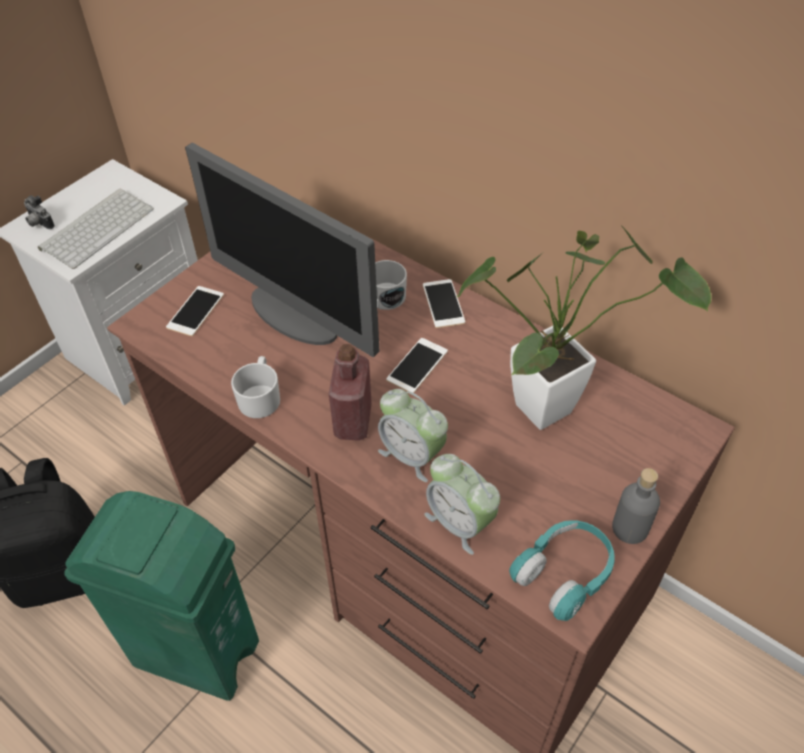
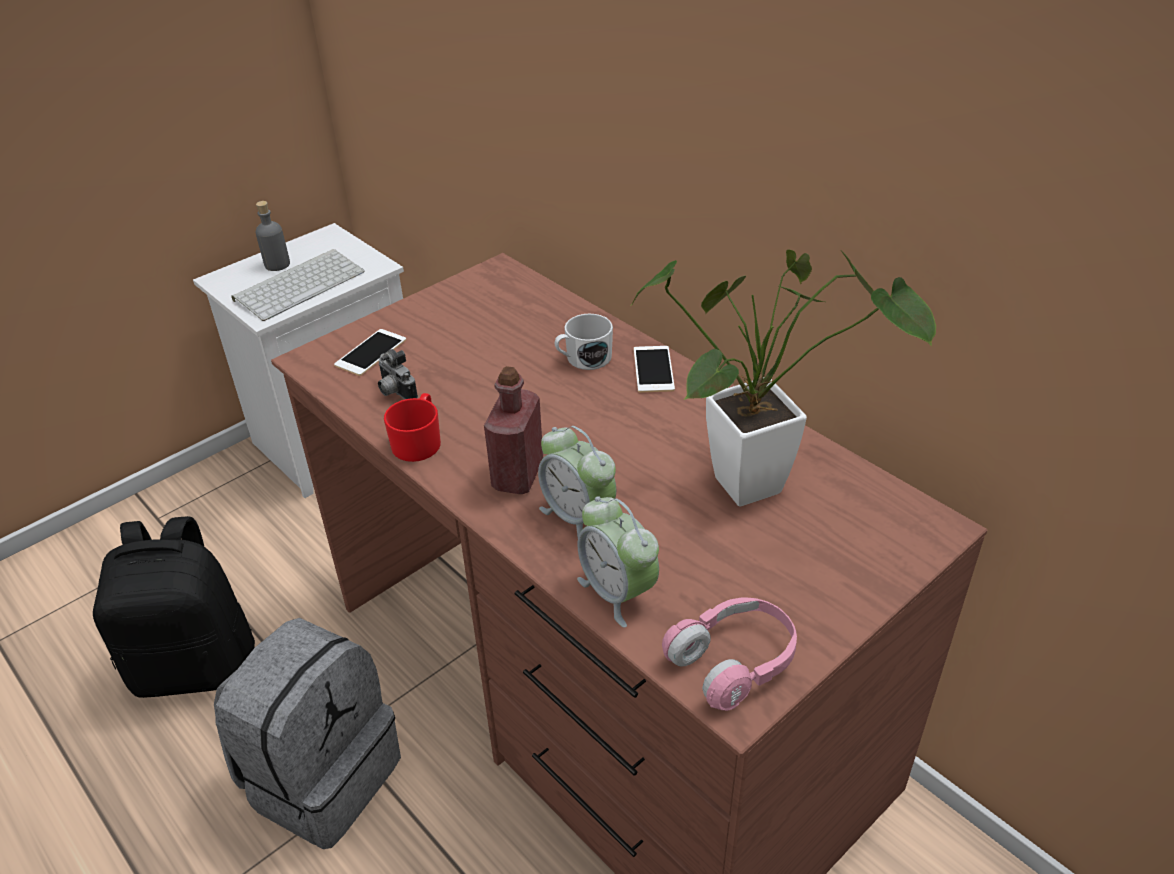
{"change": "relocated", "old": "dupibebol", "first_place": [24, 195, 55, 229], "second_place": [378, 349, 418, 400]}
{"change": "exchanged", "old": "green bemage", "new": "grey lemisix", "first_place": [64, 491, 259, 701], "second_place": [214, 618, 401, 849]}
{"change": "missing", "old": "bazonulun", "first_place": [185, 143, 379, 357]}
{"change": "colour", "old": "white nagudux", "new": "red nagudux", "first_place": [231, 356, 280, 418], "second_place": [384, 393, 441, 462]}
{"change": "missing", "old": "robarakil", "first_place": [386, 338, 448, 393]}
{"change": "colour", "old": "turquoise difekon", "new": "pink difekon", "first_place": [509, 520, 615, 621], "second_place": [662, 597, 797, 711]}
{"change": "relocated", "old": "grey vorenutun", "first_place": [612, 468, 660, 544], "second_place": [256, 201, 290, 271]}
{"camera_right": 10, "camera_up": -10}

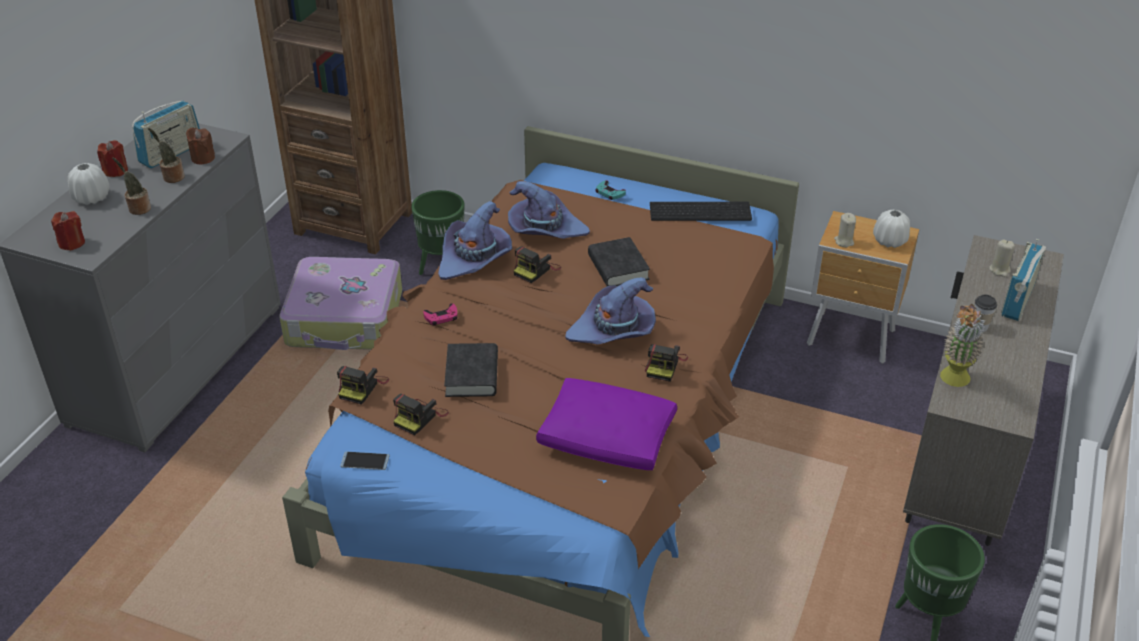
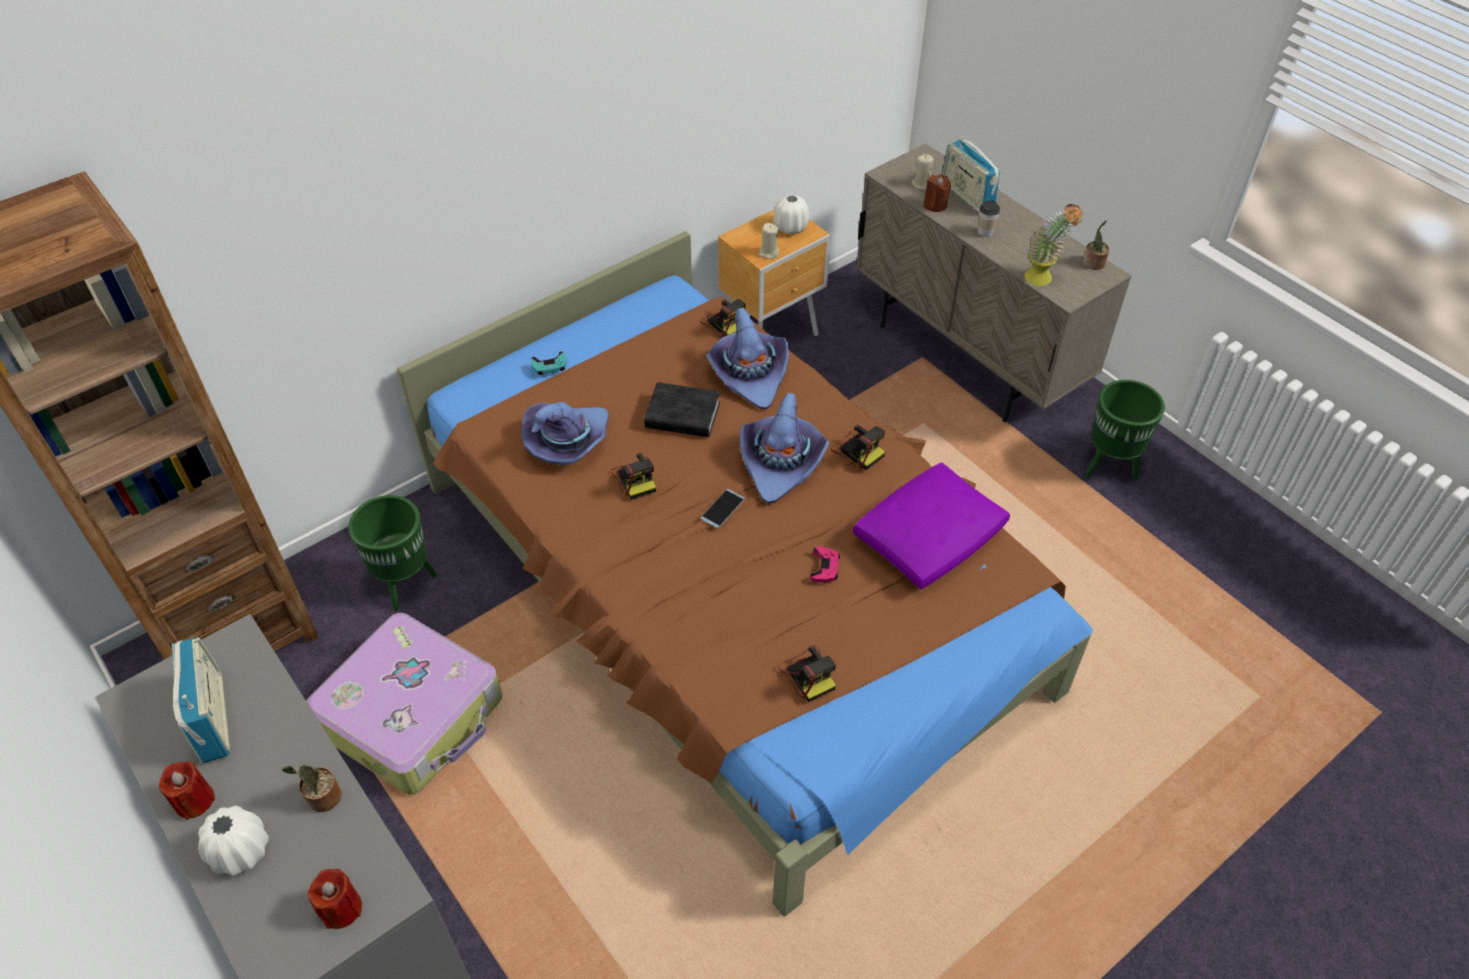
{"change": "relocated", "old": "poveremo", "first_place": [148, 128, 185, 183], "second_place": [1083, 220, 1110, 270]}
{"change": "relocated", "old": "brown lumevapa", "first_place": [186, 128, 215, 165], "second_place": [923, 174, 951, 212]}
{"change": "relocated", "old": "dupibebol", "first_place": [337, 366, 389, 405], "second_place": [700, 299, 745, 337]}
{"change": "relocated", "old": "robarakil", "first_place": [340, 452, 390, 470], "second_place": [701, 489, 745, 528]}
{"change": "relocated", "old": "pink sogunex", "first_place": [423, 303, 458, 325], "second_place": [810, 547, 840, 583]}
{"change": "relocated", "old": "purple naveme", "first_place": [438, 201, 512, 280], "second_place": [706, 307, 789, 410]}
{"change": "missing", "old": "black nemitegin", "first_place": [444, 343, 498, 397]}
{"change": "missing", "old": "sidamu", "first_place": [650, 202, 752, 221]}
{"camera_right": -60, "camera_up": 10}

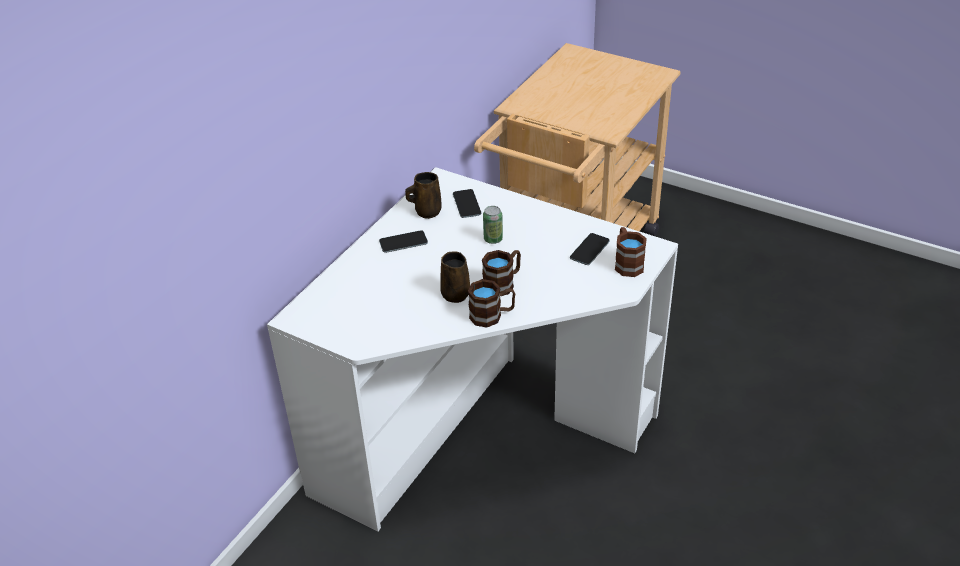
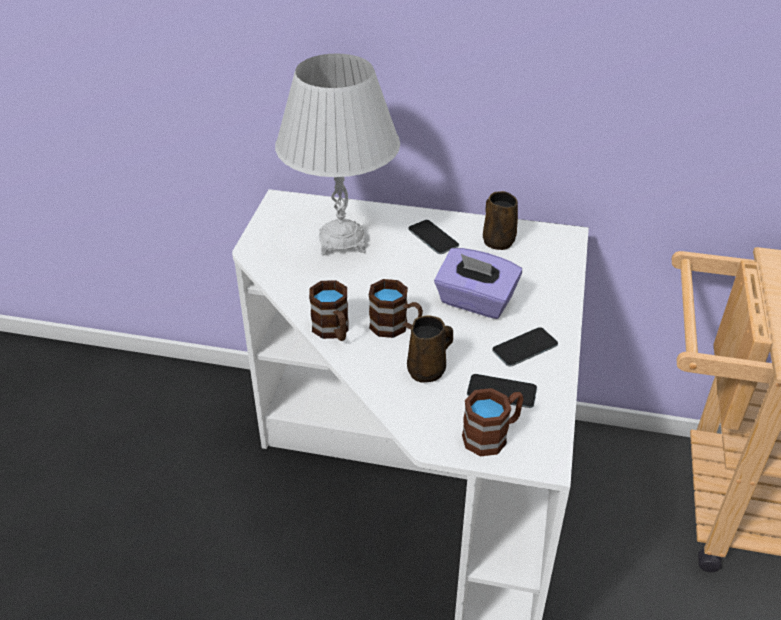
{"change": "relocated", "old": "brown nagudux", "first_place": [440, 252, 470, 303], "second_place": [407, 315, 453, 383]}
{"change": "relocated", "old": "robarakil", "first_place": [453, 189, 481, 218], "second_place": [492, 327, 558, 367]}
{"change": "exchanged", "old": "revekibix", "new": "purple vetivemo", "first_place": [483, 206, 503, 244], "second_place": [434, 248, 522, 319]}
{"change": "appeared", "new": "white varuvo", "second_place": [275, 54, 400, 255]}
{"camera_right": 70, "camera_up": 0}

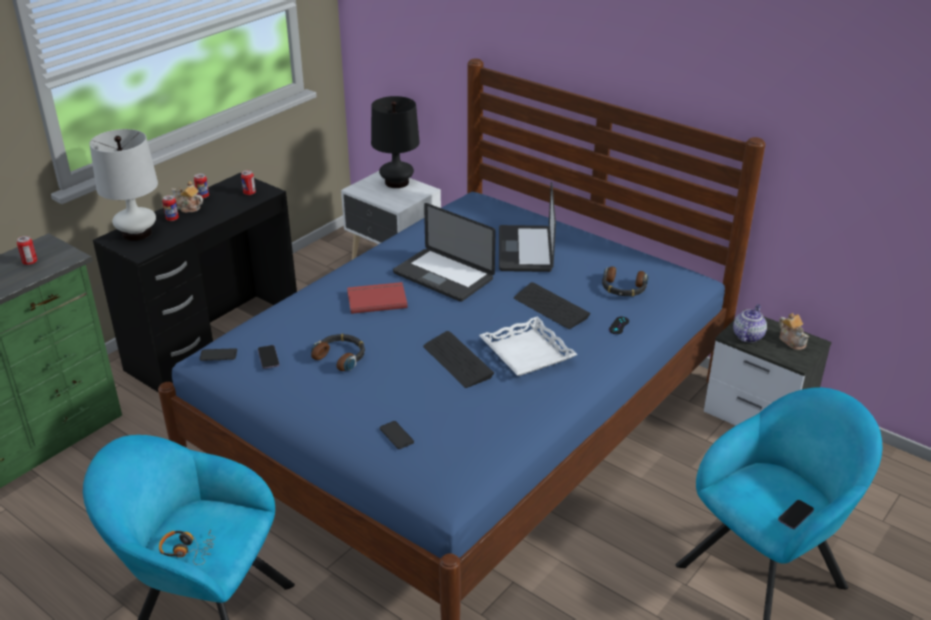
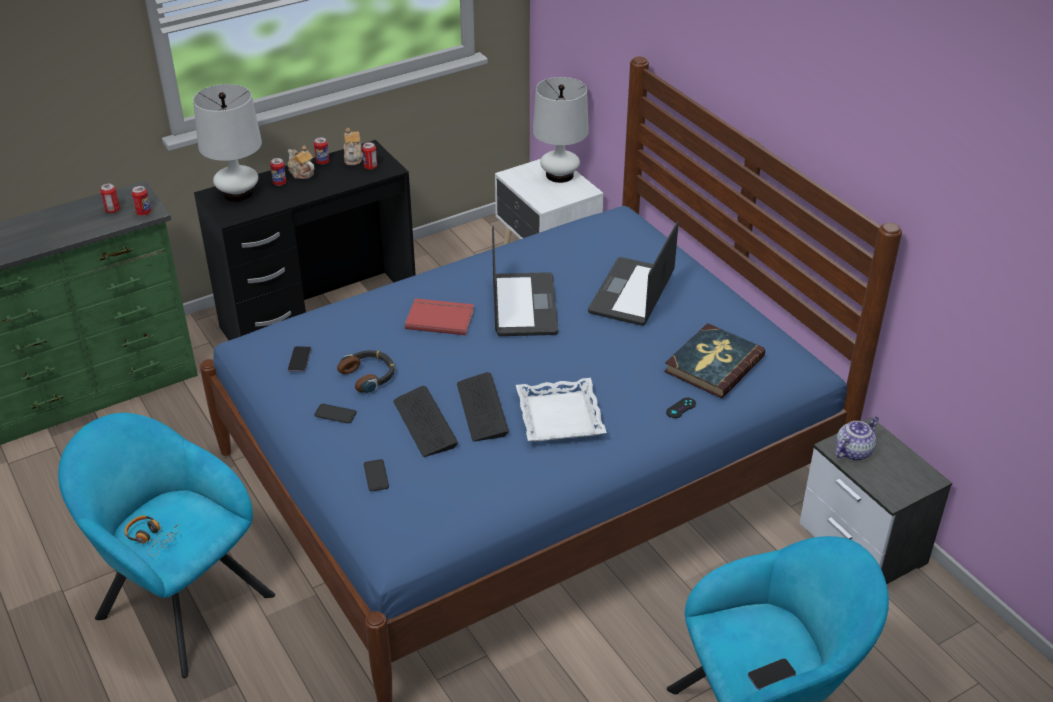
{"change": "relocated", "old": "robarakil", "first_place": [200, 348, 237, 361], "second_place": [314, 404, 357, 424]}
{"change": "colour", "old": "black varuvo", "new": "white varuvo", "first_place": [371, 96, 420, 188], "second_place": [533, 77, 589, 183]}
{"change": "spun", "old": "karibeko", "first_place": [393, 203, 496, 302], "second_place": [492, 226, 558, 336], "degrees": -150}
{"change": "relocated", "old": "sidamu", "first_place": [514, 282, 590, 329], "second_place": [393, 386, 458, 457]}
{"change": "exchanged", "old": "difekon", "new": "nemitegin", "first_place": [602, 266, 648, 297], "second_place": [664, 323, 765, 398]}
{"change": "relocated", "old": "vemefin", "first_place": [779, 313, 809, 350], "second_place": [344, 128, 363, 165]}
{"change": "appeared", "new": "revekibix", "second_place": [132, 186, 151, 216]}
{"camera_right": 20, "camera_up": 5}

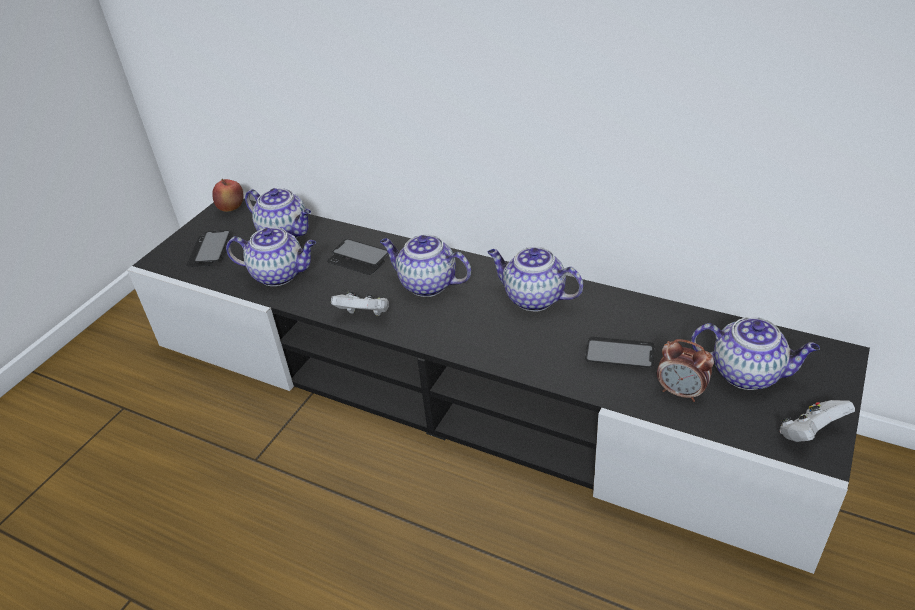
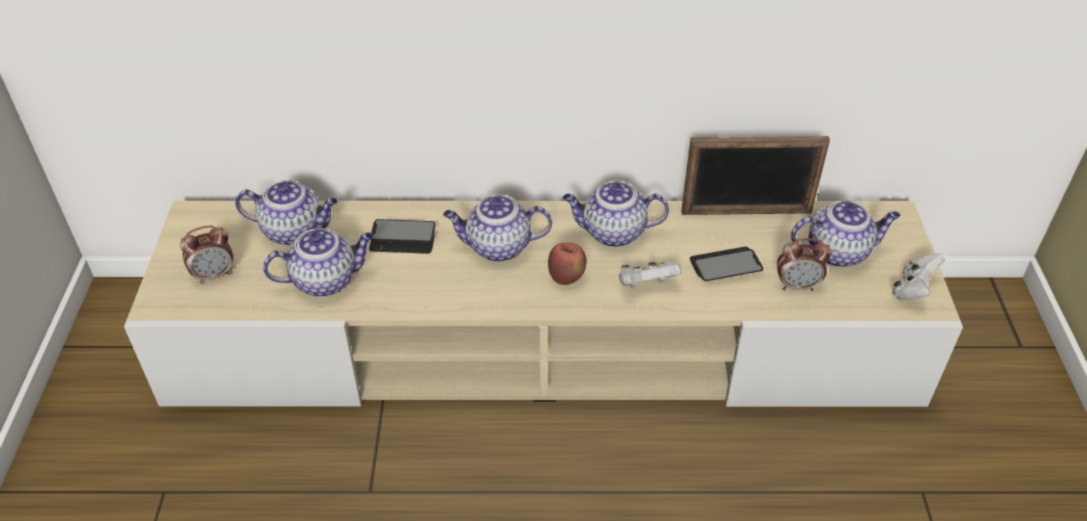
{"change": "colour", "old": "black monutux", "new": "beige monutux", "first_place": [127, 198, 870, 574], "second_place": [124, 201, 963, 407]}
{"change": "exchanged", "old": "robarakil", "new": "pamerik", "first_place": [186, 230, 230, 267], "second_place": [180, 225, 234, 284]}
{"change": "relocated", "old": "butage", "first_place": [212, 179, 244, 212], "second_place": [548, 243, 587, 285]}
{"change": "relocated", "old": "white sogunex", "first_place": [331, 291, 389, 316], "second_place": [619, 262, 682, 288]}
{"change": "appeared", "new": "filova", "second_place": [681, 136, 830, 215]}
{"camera_right": -30, "camera_up": 5}

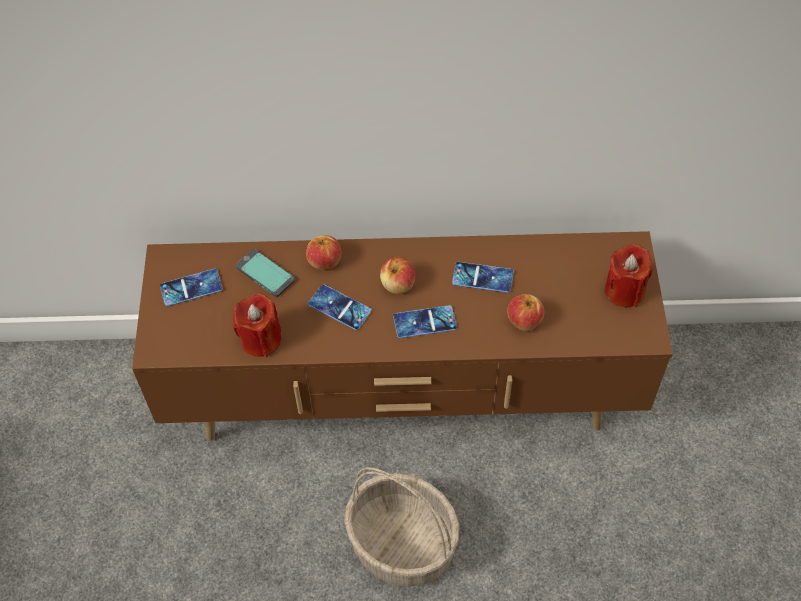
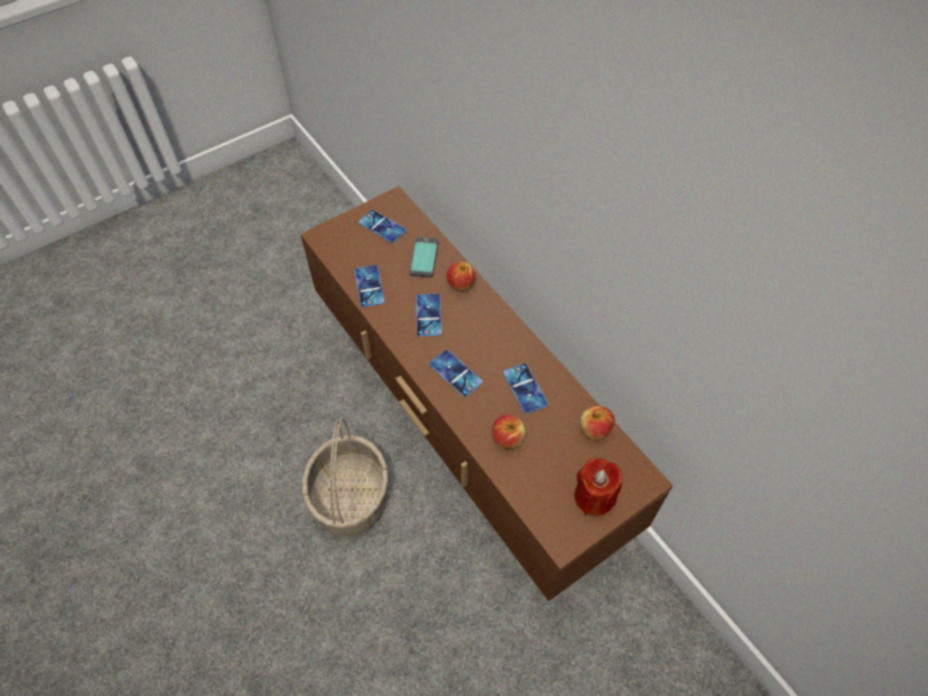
{"change": "exchanged", "old": "red lumevapa", "new": "robarakil", "first_place": [233, 293, 281, 357], "second_place": [355, 265, 385, 307]}
{"change": "relocated", "old": "butage", "first_place": [380, 257, 415, 294], "second_place": [580, 405, 615, 440]}
{"camera_right": 55, "camera_up": 0}

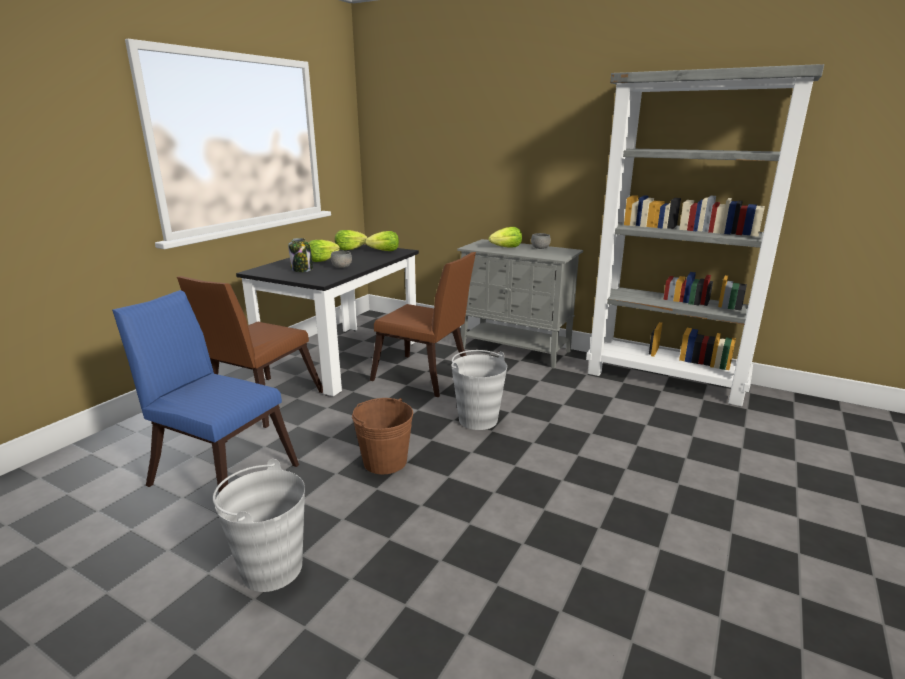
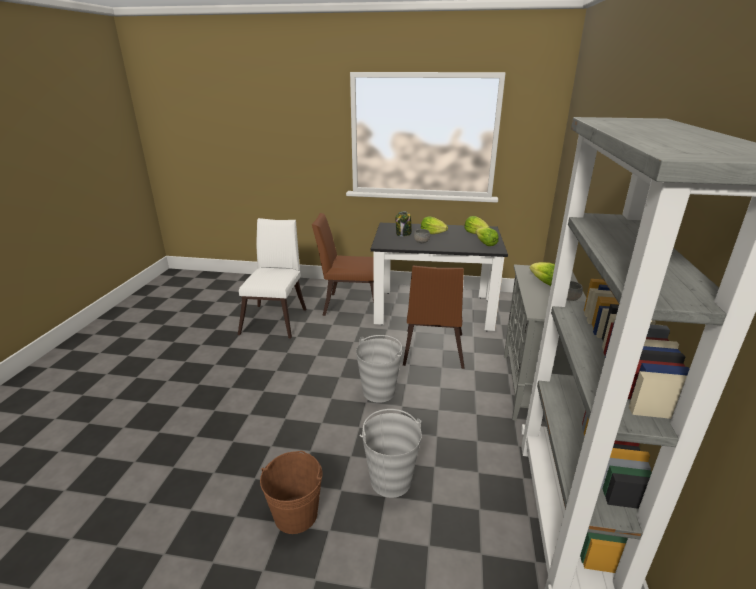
{"change": "colour", "old": "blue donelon", "new": "white donelon", "first_place": [112, 290, 299, 493], "second_place": [238, 218, 306, 338]}
{"change": "relocated", "old": "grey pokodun", "first_place": [213, 459, 305, 592], "second_place": [359, 409, 422, 498]}
{"change": "relocated", "old": "brown pokodun", "first_place": [352, 398, 413, 474], "second_place": [260, 451, 322, 534]}
{"camera_right": 70, "camera_up": 5}

